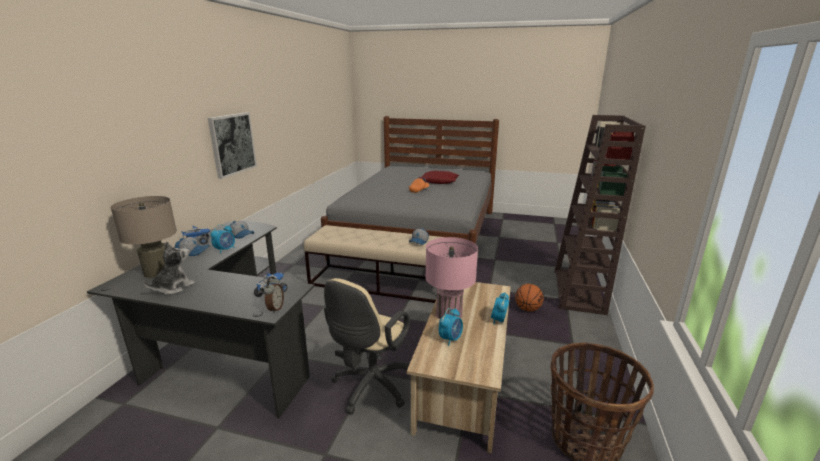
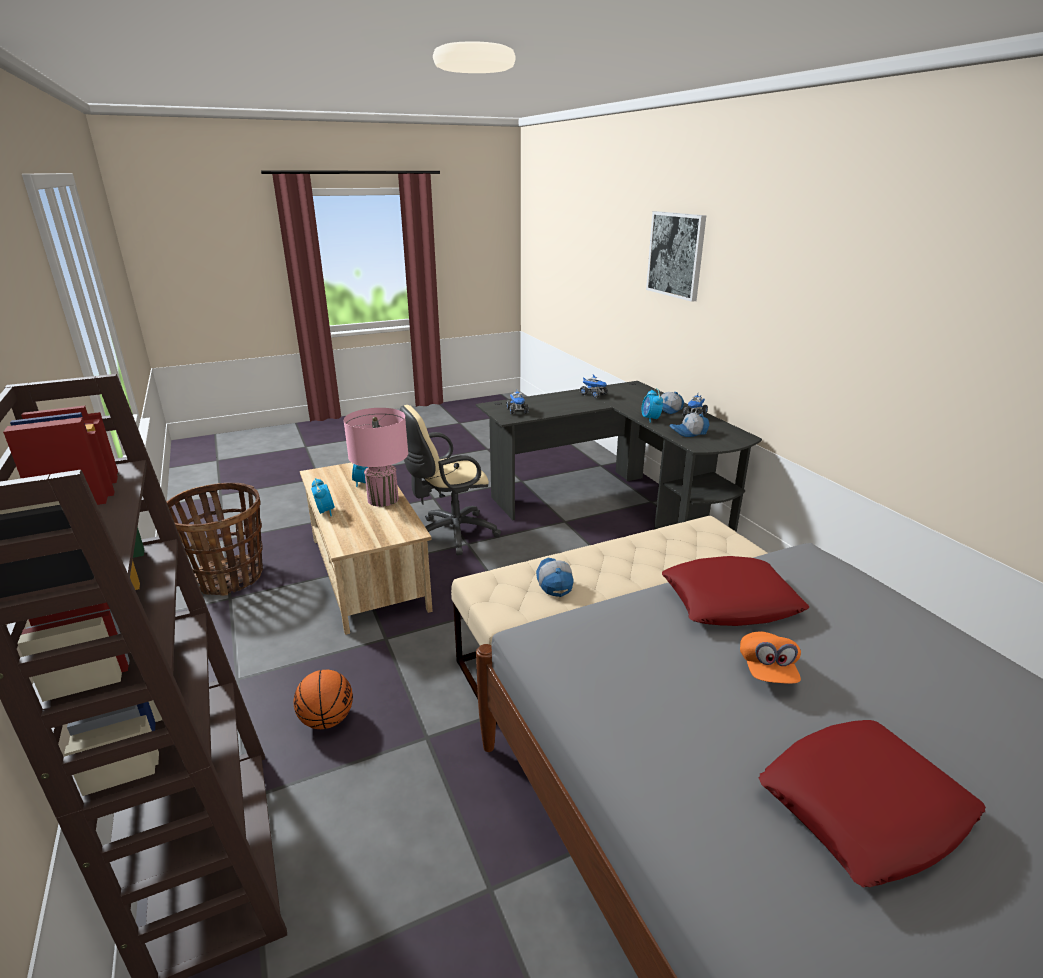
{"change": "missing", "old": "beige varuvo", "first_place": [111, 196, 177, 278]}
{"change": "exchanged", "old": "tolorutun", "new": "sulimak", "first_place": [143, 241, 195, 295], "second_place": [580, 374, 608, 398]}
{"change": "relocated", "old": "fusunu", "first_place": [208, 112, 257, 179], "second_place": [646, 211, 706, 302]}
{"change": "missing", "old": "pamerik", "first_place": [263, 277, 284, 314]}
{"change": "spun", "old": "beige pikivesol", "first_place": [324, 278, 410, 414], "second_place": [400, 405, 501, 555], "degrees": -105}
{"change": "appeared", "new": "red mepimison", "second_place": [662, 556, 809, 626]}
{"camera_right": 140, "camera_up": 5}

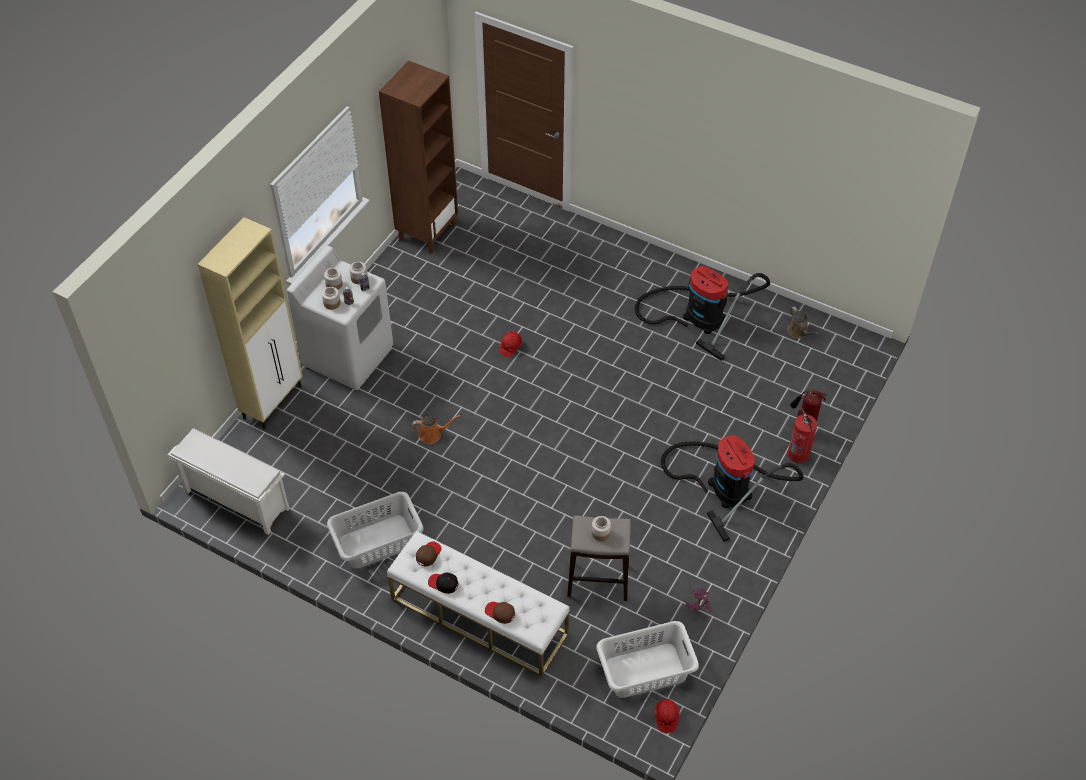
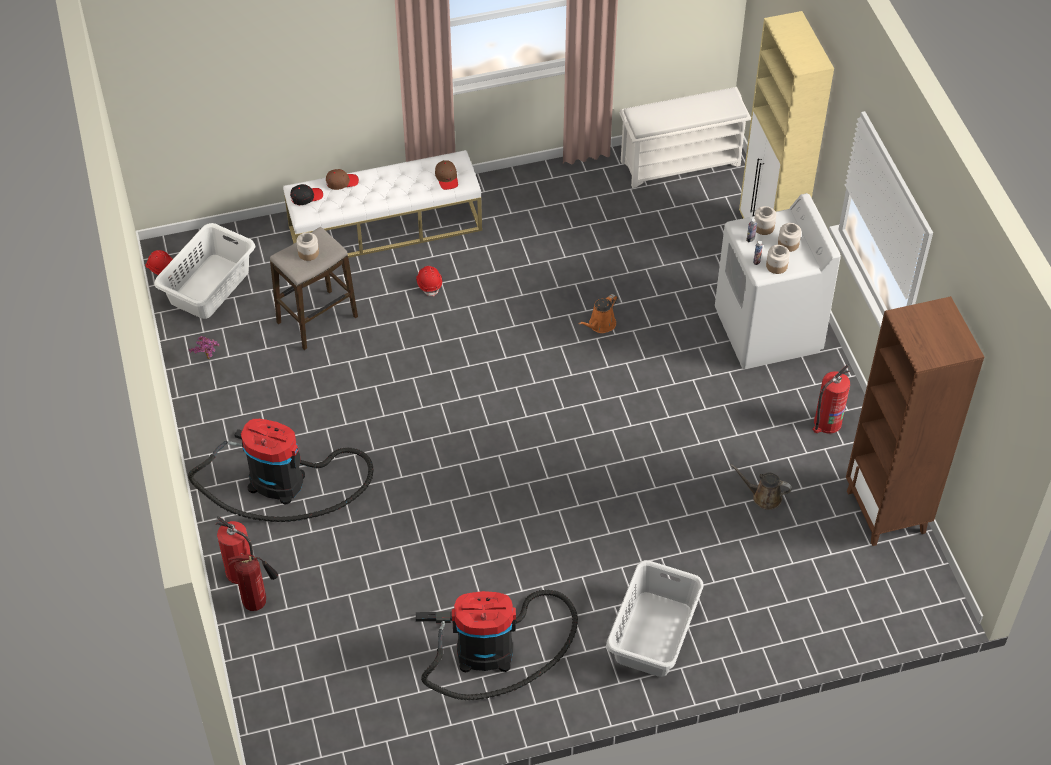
{"change": "relocated", "old": "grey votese", "first_place": [327, 492, 424, 569], "second_place": [606, 560, 704, 677]}
{"change": "relocated", "old": "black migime", "first_place": [428, 572, 458, 594], "second_place": [290, 184, 323, 205]}
{"change": "relocated", "old": "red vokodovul", "first_place": [499, 331, 522, 357], "second_place": [416, 266, 442, 296]}
{"change": "relocated", "old": "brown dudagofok", "first_place": [787, 307, 818, 338], "second_place": [730, 464, 792, 510]}
{"change": "appeared", "new": "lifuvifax", "second_place": [813, 364, 850, 434]}
{"camera_right": 135, "camera_up": 0}

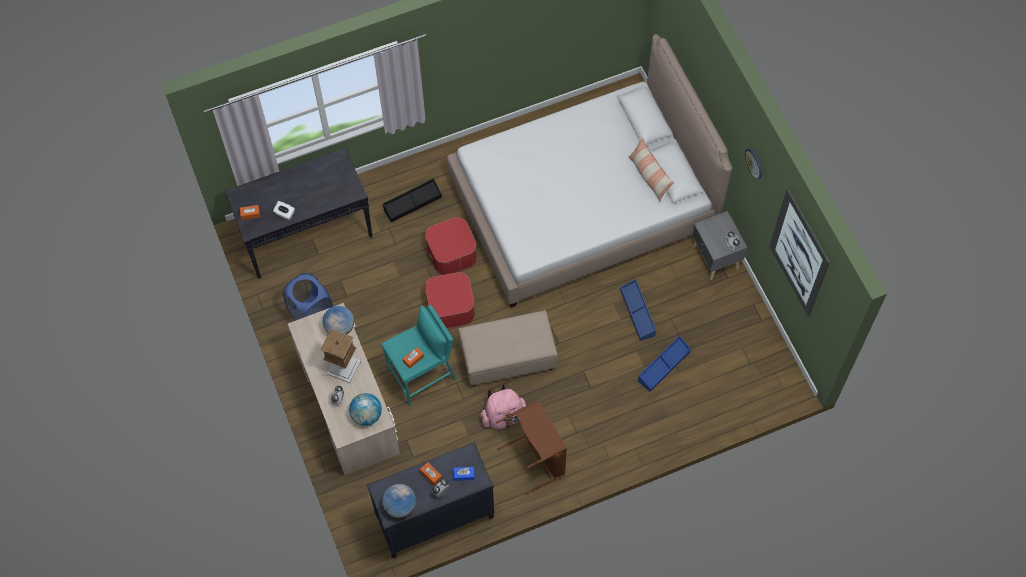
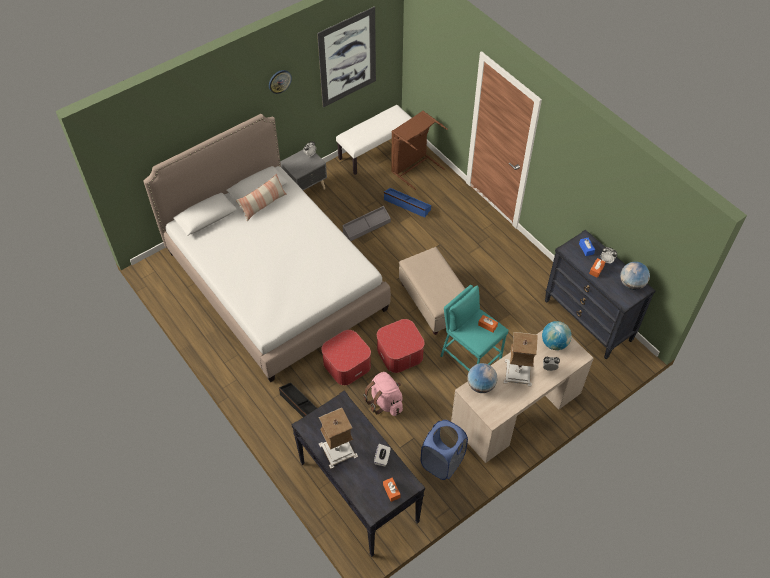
{"change": "relocated", "old": "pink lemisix", "first_place": [480, 383, 528, 429], "second_place": [363, 372, 403, 416]}
{"change": "relocated", "old": "brown votese", "first_place": [496, 400, 567, 495], "second_place": [391, 110, 448, 190]}
{"change": "colour", "old": "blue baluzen", "new": "grey baluzen", "first_place": [620, 279, 657, 341], "second_place": [343, 206, 391, 241]}
{"change": "appeared", "new": "varuvo", "second_place": [319, 408, 358, 469]}
{"change": "appeared", "new": "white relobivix", "second_place": [336, 105, 412, 175]}
{"camera_right": -105, "camera_up": -10}

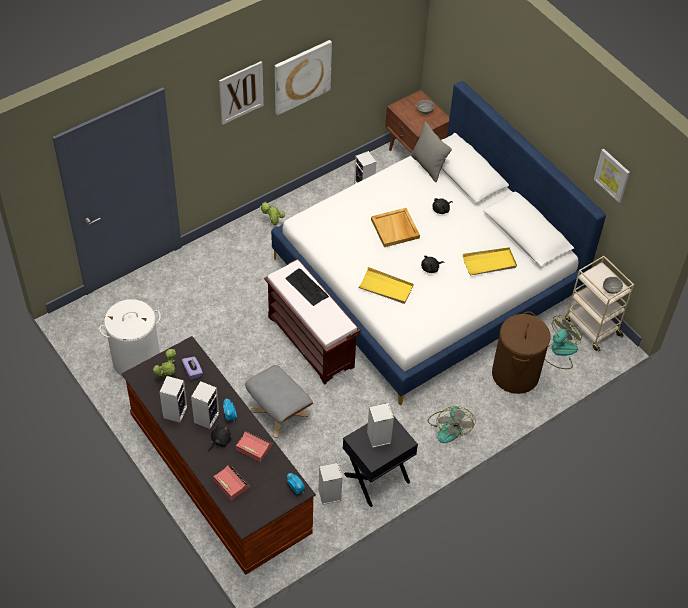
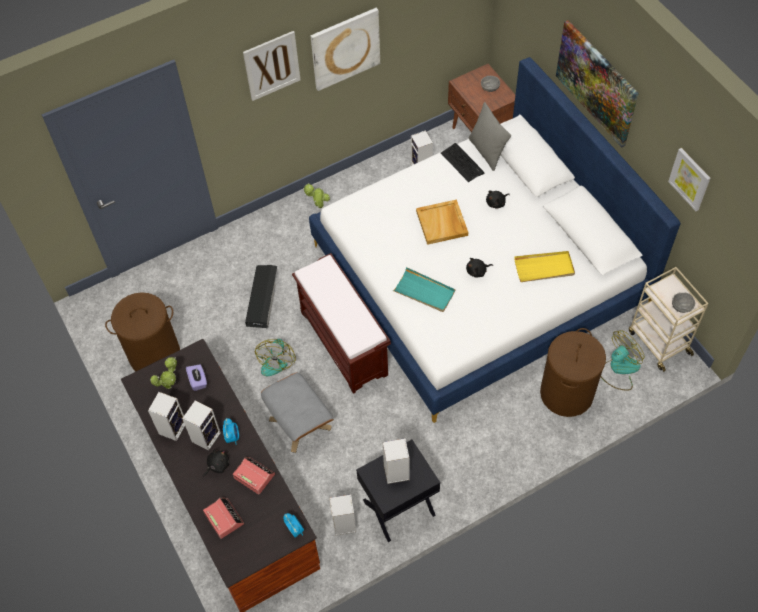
{"change": "colour", "old": "white votese", "new": "brown votese", "first_place": [99, 299, 161, 377], "second_place": [105, 292, 180, 371]}
{"change": "relocated", "old": "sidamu", "first_place": [285, 268, 329, 306], "second_place": [441, 143, 484, 182]}
{"change": "colour", "old": "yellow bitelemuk", "new": "turquoise bitelemuk", "first_place": [358, 267, 414, 304], "second_place": [392, 267, 455, 312]}
{"change": "relocated", "old": "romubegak", "first_place": [428, 406, 476, 443], "second_place": [255, 339, 296, 376]}
{"change": "appeared", "new": "black baluzen", "second_place": [245, 265, 277, 328]}
{"change": "appeared", "new": "fusunu", "second_place": [556, 20, 639, 148]}
{"camera_right": 10, "camera_up": 5}

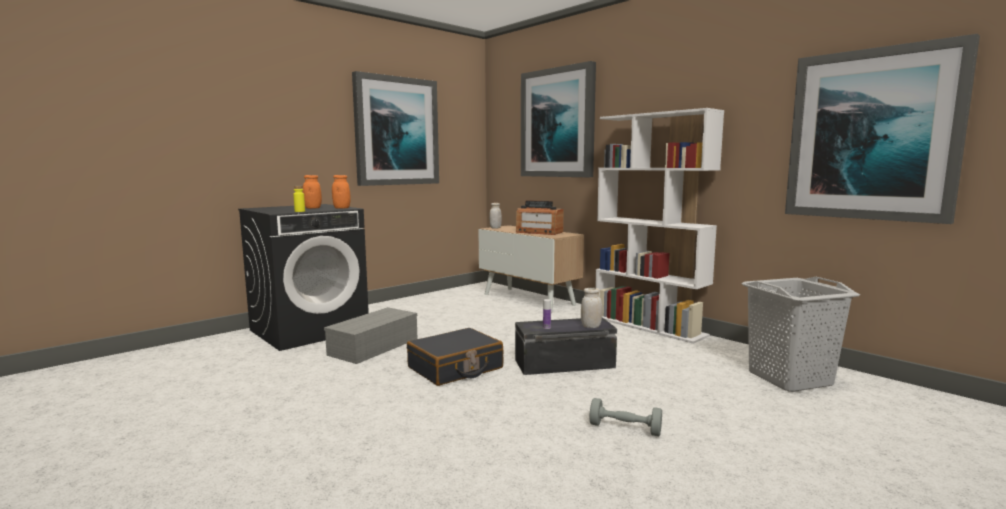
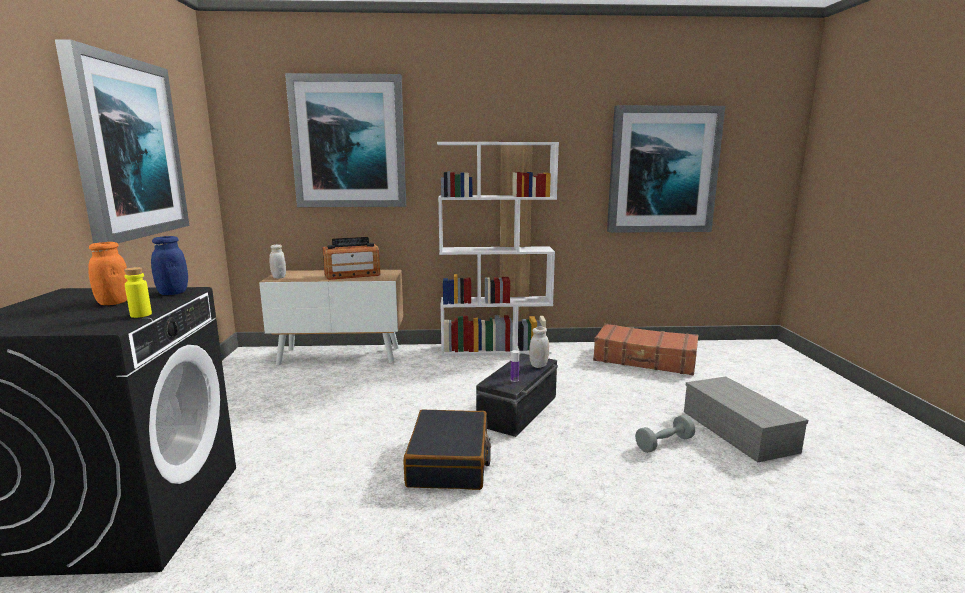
{"change": "relocated", "old": "grey baluzen", "first_place": [324, 307, 418, 364], "second_place": [684, 377, 808, 462]}
{"change": "colour", "old": "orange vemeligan", "new": "blue vemeligan", "first_place": [332, 175, 351, 209], "second_place": [151, 236, 188, 295]}
{"change": "exchanged", "old": "grey votese", "new": "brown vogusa", "first_place": [741, 277, 860, 392], "second_place": [593, 324, 699, 376]}
{"camera_right": -50, "camera_up": 5}

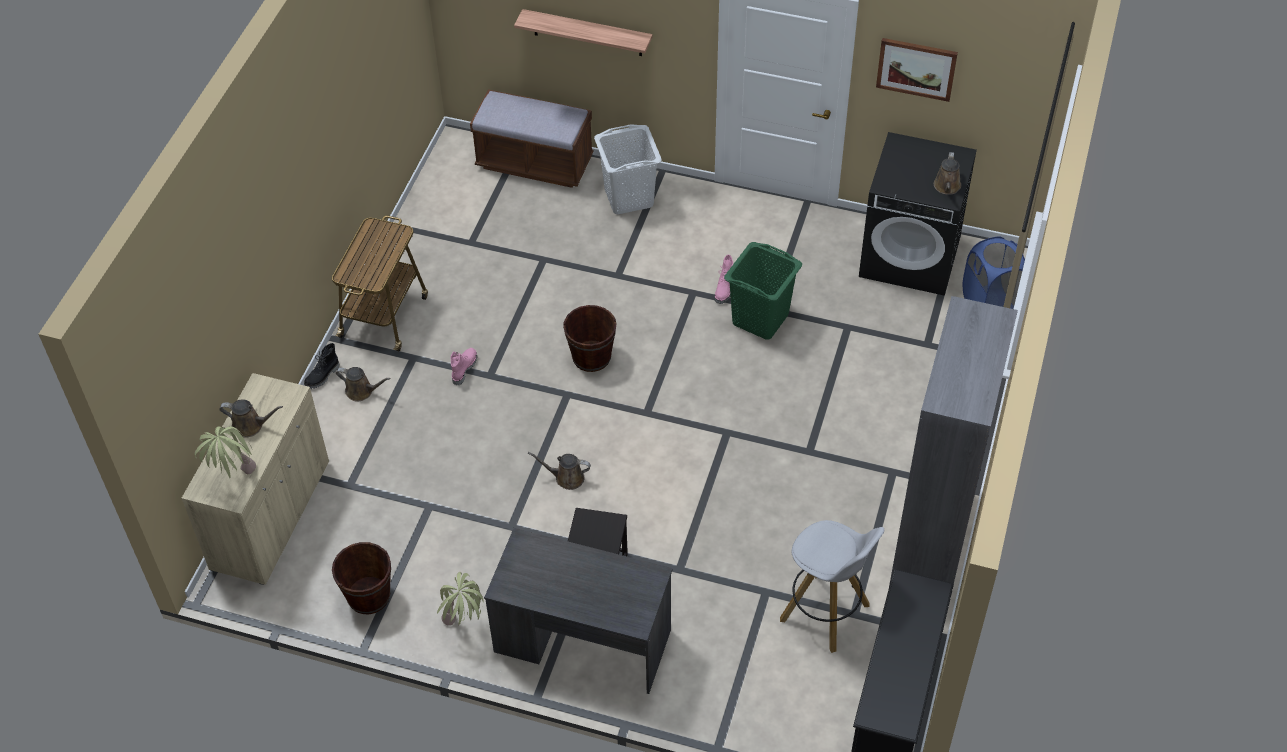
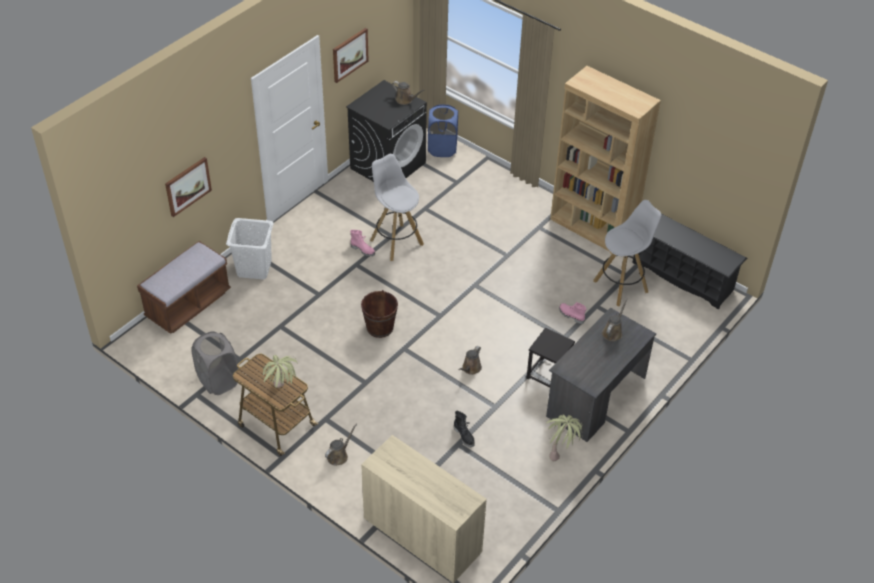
{"change": "relocated", "old": "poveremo", "first_place": [195, 426, 256, 478], "second_place": [262, 355, 298, 388]}
{"change": "relocated", "old": "brown dudagofok", "first_place": [219, 399, 283, 438], "second_place": [602, 298, 628, 341]}
{"change": "relocated", "old": "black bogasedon", "first_place": [304, 343, 340, 389], "second_place": [454, 411, 475, 447]}
{"change": "missing", "old": "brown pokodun", "first_place": [332, 542, 391, 614]}
{"change": "relocated", "old": "pink bogasedon", "first_place": [451, 348, 477, 385], "second_place": [559, 302, 586, 324]}
{"change": "exchanged", "old": "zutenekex", "new": "fusunu", "first_place": [514, 9, 653, 56], "second_place": [165, 157, 212, 217]}
{"change": "exchanged", "old": "green votese", "new": "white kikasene", "first_place": [724, 242, 802, 340], "second_place": [370, 154, 424, 261]}
{"change": "colour", "old": "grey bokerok", "new": "brown bokerok", "first_place": [889, 296, 1018, 586], "second_place": [550, 66, 661, 254]}
{"change": "appeared", "new": "grey votese", "second_place": [191, 331, 238, 395]}
{"camera_right": -70, "camera_up": -5}

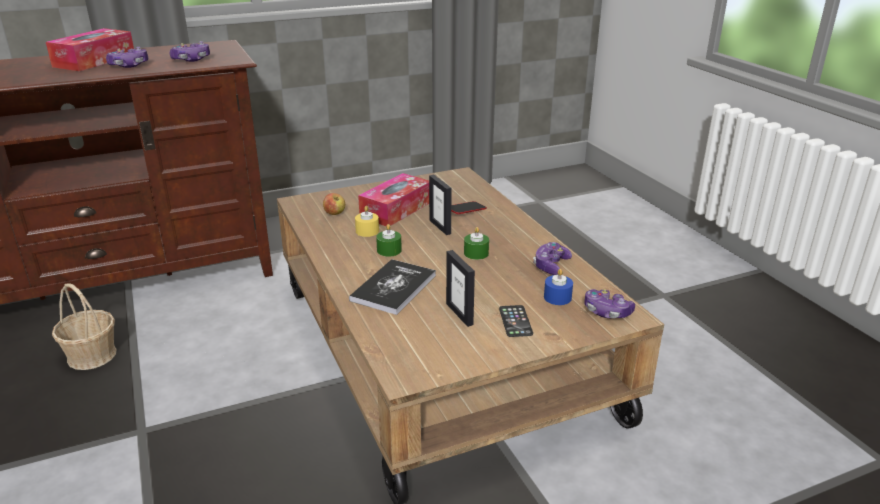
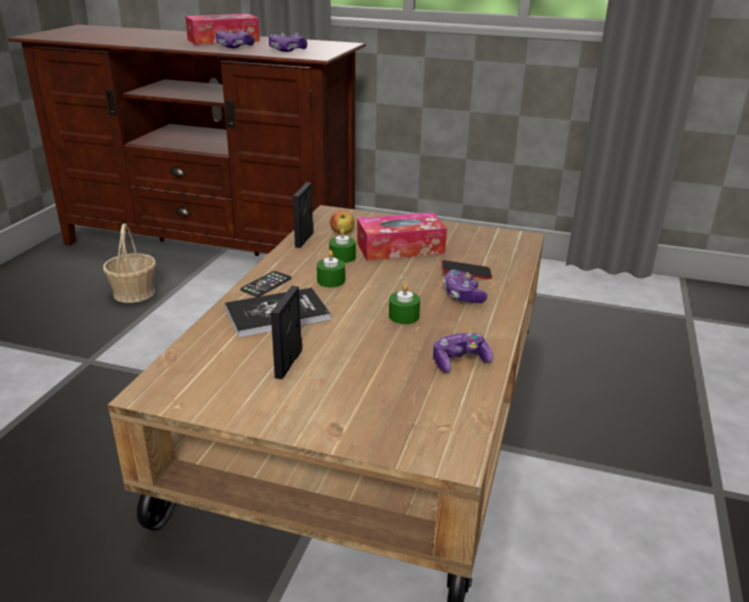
{"change": "colour", "old": "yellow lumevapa", "new": "green lumevapa", "first_place": [355, 206, 379, 237], "second_place": [329, 228, 356, 263]}
{"change": "relocated", "old": "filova", "first_place": [429, 175, 451, 235], "second_place": [293, 182, 314, 248]}
{"change": "relocated", "old": "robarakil", "first_place": [499, 305, 533, 337], "second_place": [241, 271, 292, 297]}
{"change": "missing", "old": "blue lumevapa", "first_place": [544, 269, 573, 305]}
{"change": "relocated", "old": "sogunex", "first_place": [584, 289, 635, 318], "second_place": [443, 269, 488, 303]}
{"camera_right": 40, "camera_up": 0}

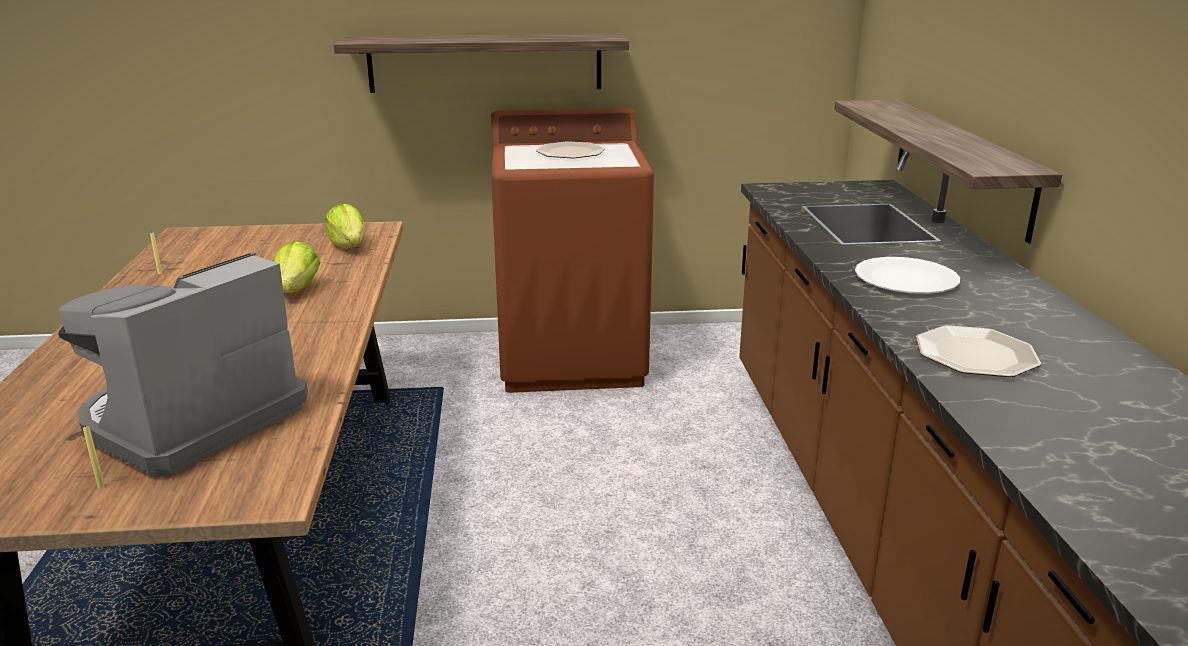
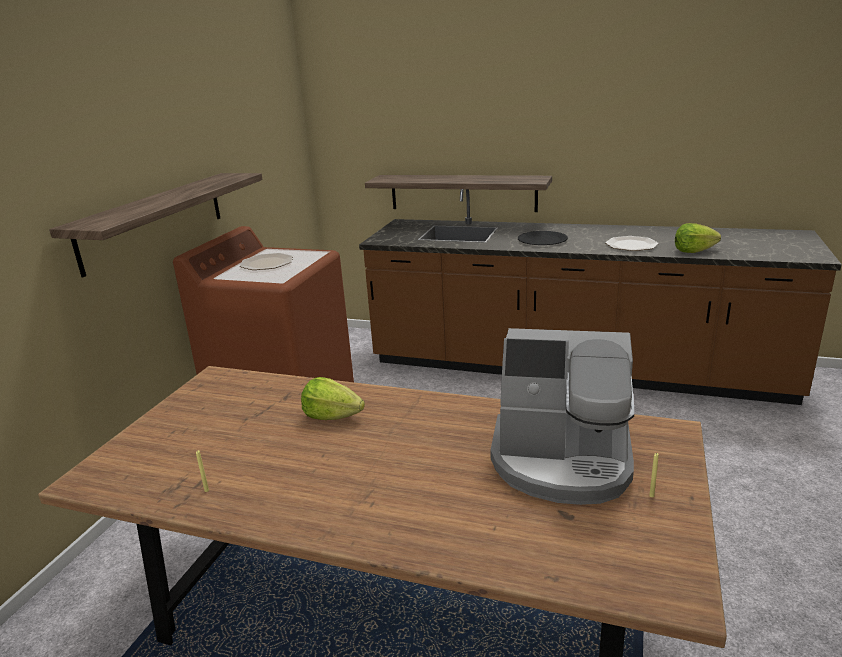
{"change": "spun", "old": "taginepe", "first_place": [58, 252, 308, 477], "second_place": [491, 328, 634, 505], "degrees": -45}
{"change": "relocated", "old": "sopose", "first_place": [325, 204, 365, 248], "second_place": [675, 223, 721, 253]}
{"change": "colour", "old": "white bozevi", "new": "black bozevi", "first_place": [855, 257, 960, 294], "second_place": [518, 231, 568, 245]}
{"camera_right": -65, "camera_up": 0}

